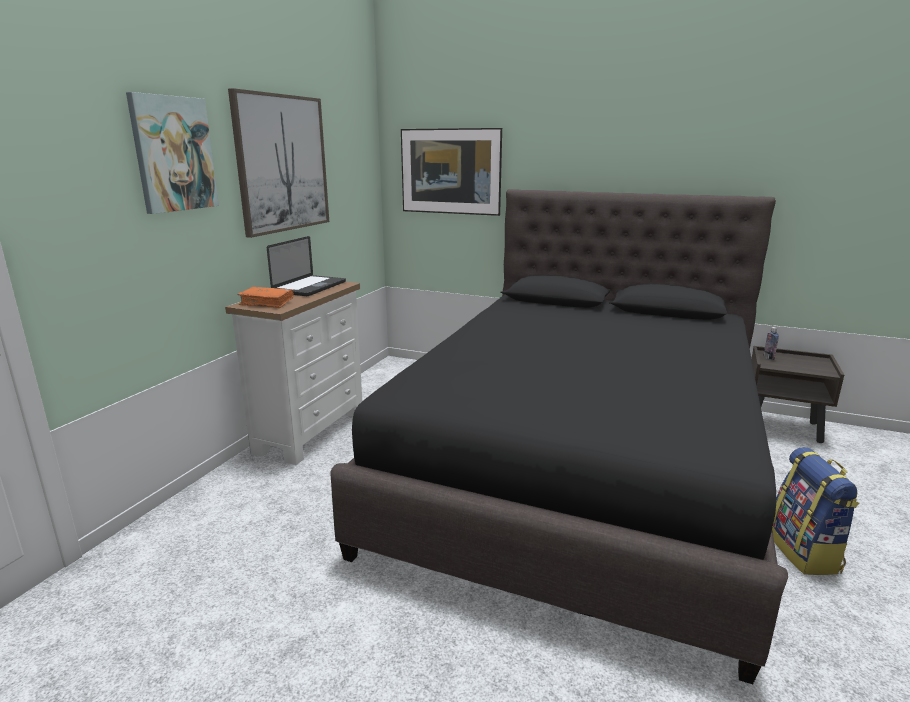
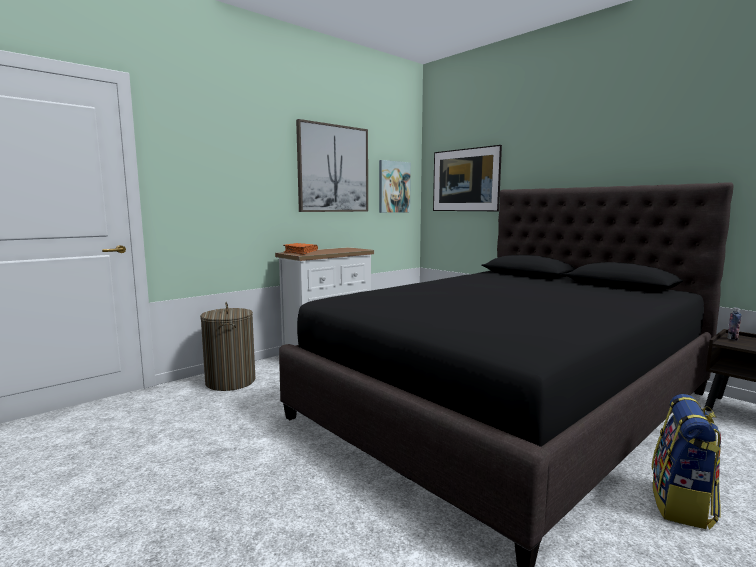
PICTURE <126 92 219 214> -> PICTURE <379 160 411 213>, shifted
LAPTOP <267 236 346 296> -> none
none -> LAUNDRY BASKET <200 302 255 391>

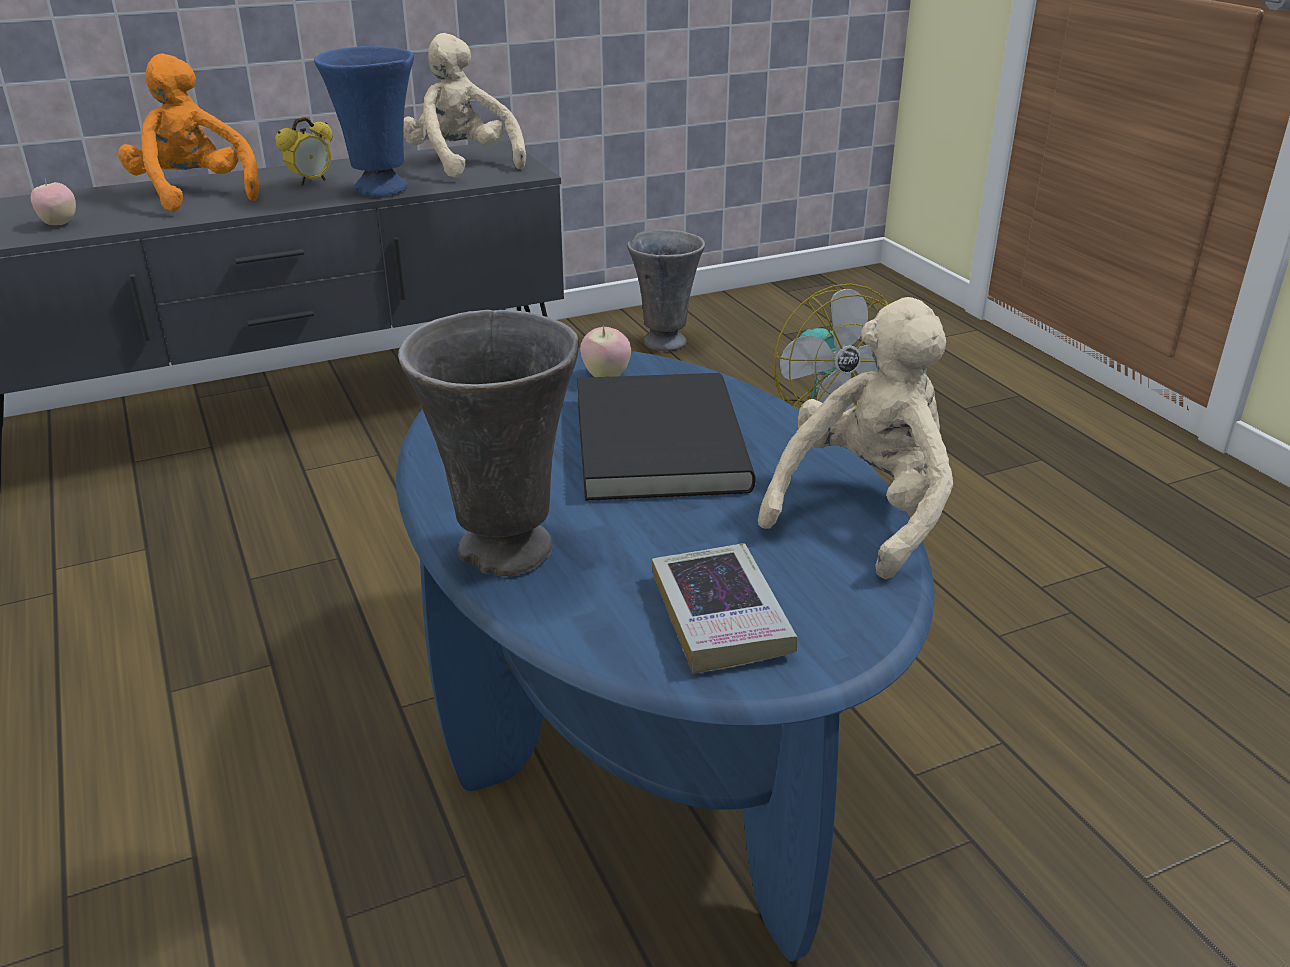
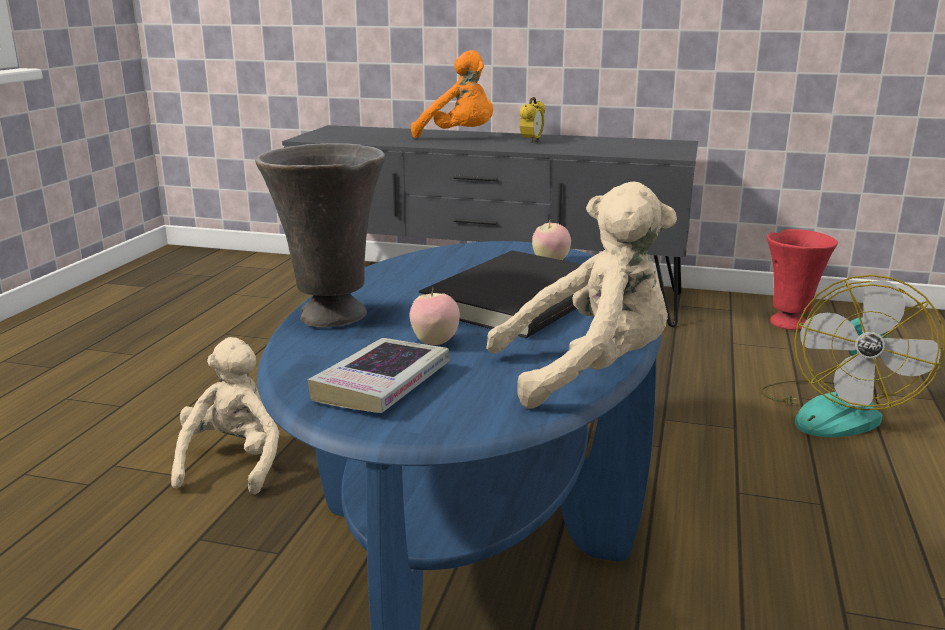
BEIGE PLUSH TOY <404 33 526 178> -> BEIGE PLUSH TOY <171 337 279 495>, shifted
BLUE VASE <314 46 414 197> -> none
ORANGE PLUSH TOY <118 53 259 212> -> ORANGE PLUSH TOY <411 50 493 138>, 120 degrees clockwise
ALARM CLOCK <275 117 333 185> -> ALARM CLOCK <520 97 545 143>, 60 degrees counterclockwise
APPLE <31 178 76 225> -> APPLE <409 288 460 345>, shifted
GREY VASE <627 229 705 351> -> RED VASE <767 229 838 330>

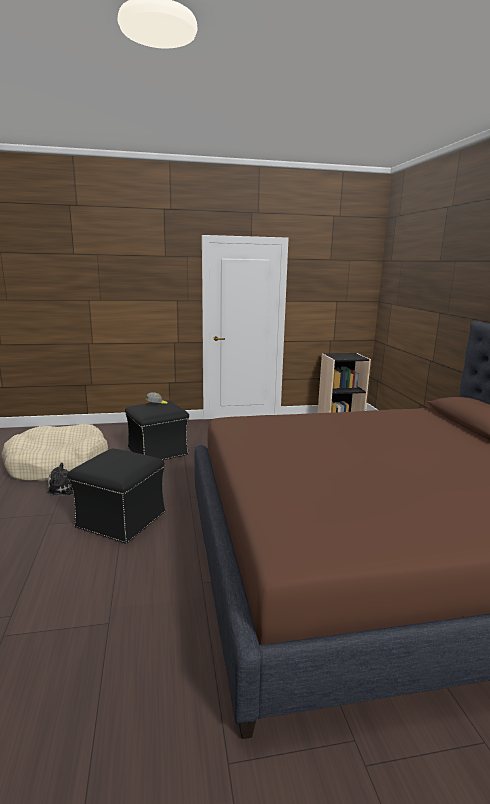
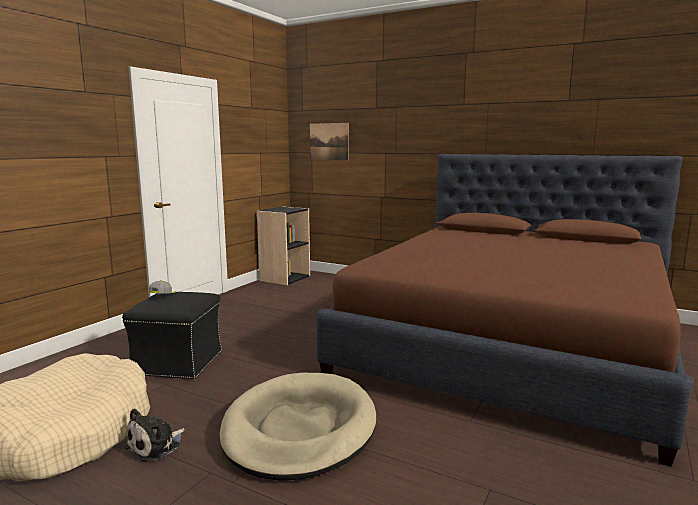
BLACK OTTOMAN <67 448 165 544> -> BEIGE DOG BED <219 373 376 480>
none -> PICTURE <310 123 349 160>

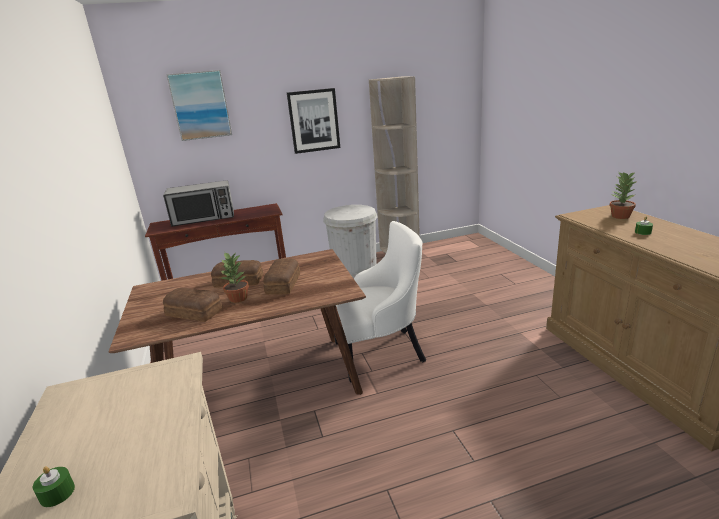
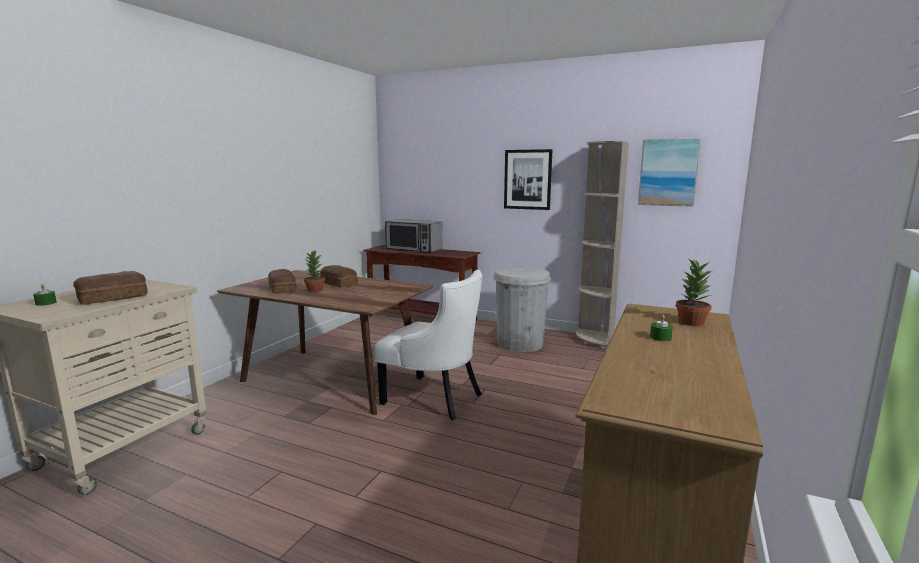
PICTURE <166 70 232 141> -> PICTURE <638 138 701 207>, shifted
BREAD <263 259 300 295> -> BREAD <73 271 147 305>, shifted

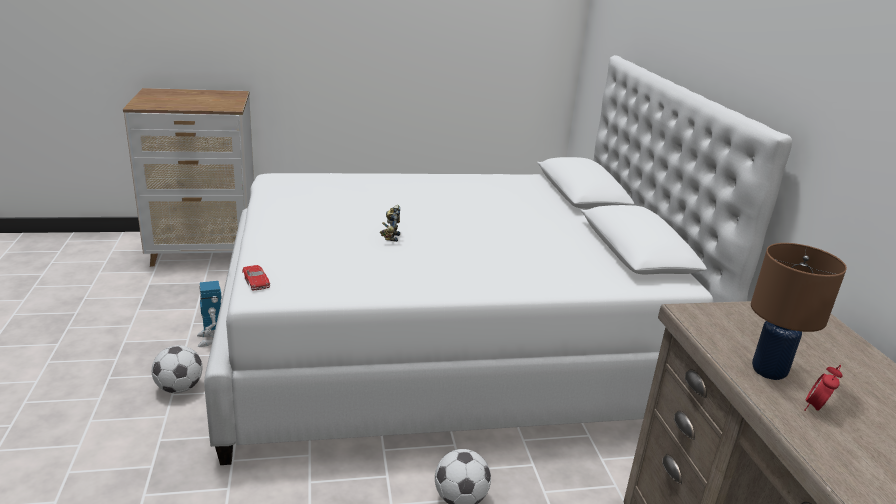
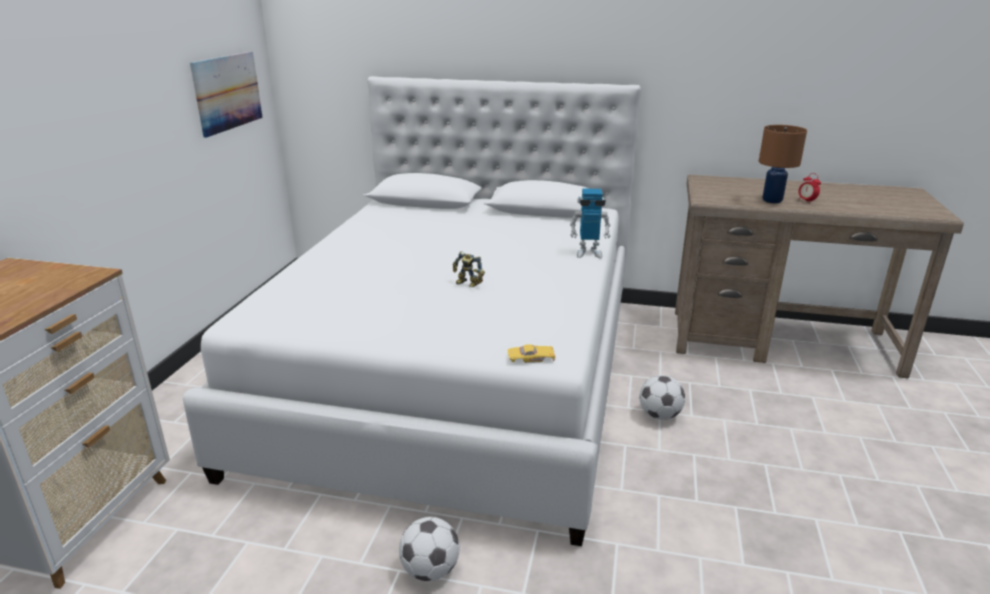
RED TOY CAR <242 265 270 290> -> YELLOW TOY CAR <508 344 556 363>
TOY ROBOT <197 281 222 347> -> TOY ROBOT <570 189 610 259>, shifted
none -> PICTURE <190 51 263 138>

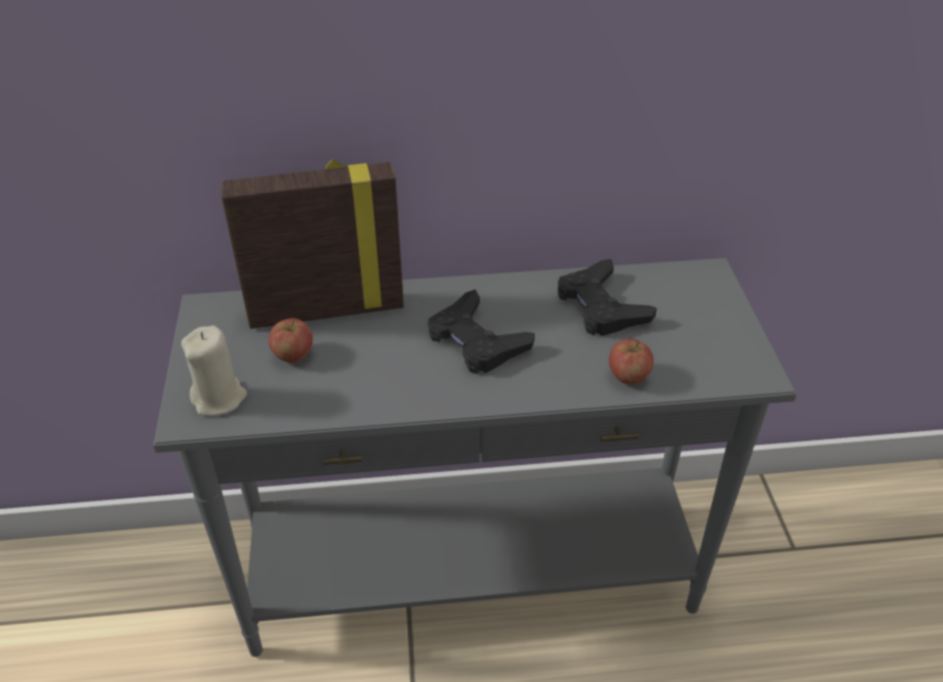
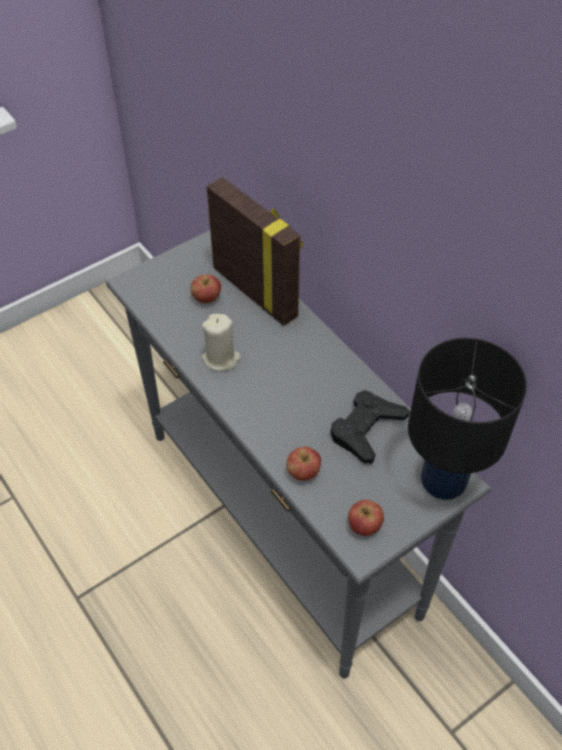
BLACK GAME CONTROLLER <428 289 535 374> -> none
BEIGE CANDLE <181 325 247 416> -> BEIGE CANDLE <202 314 241 371>, shifted
none -> BLACK TABLE LAMP <408 338 527 500>
none -> APPLE <348 500 384 536>

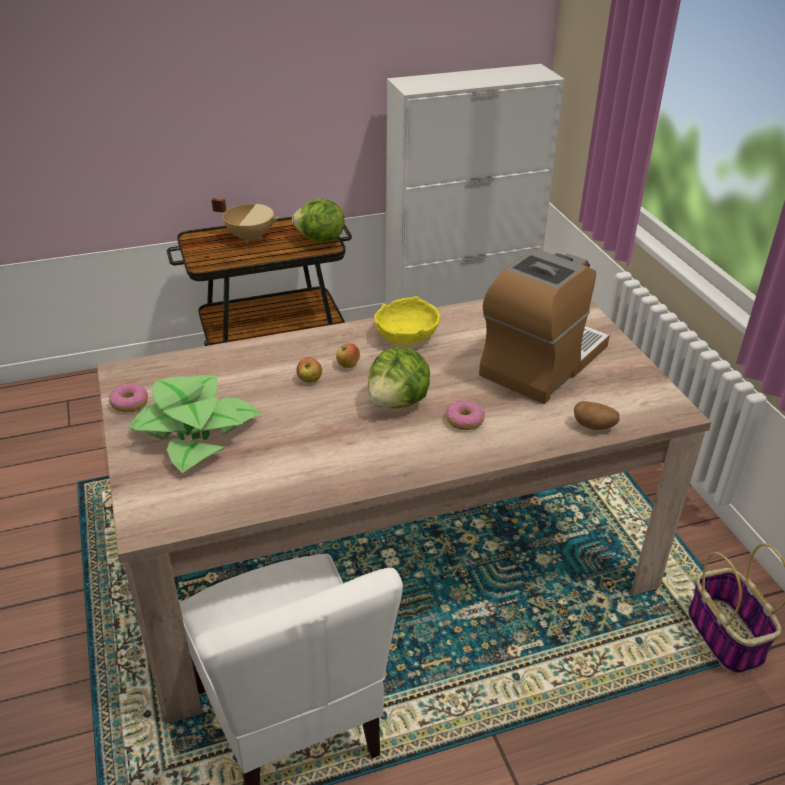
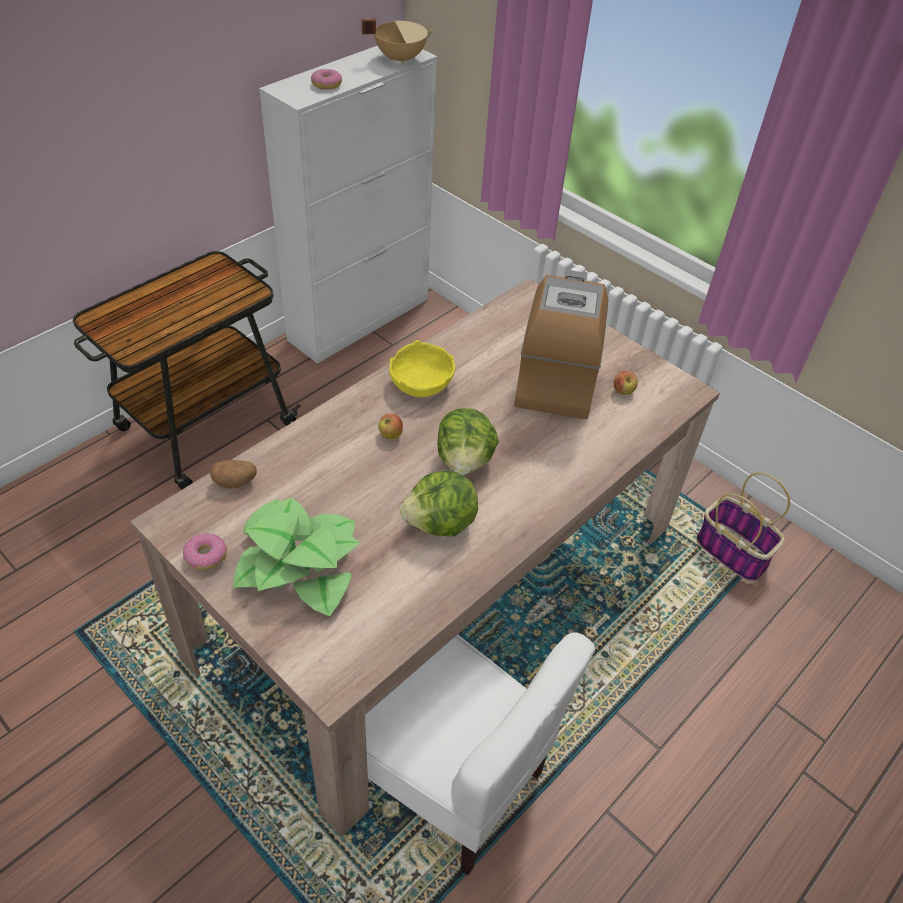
BEIGE COOKING POT <212 198 279 243> -> BEIGE COOKING POT <361 18 434 65>, shifted
LETTUCE <292 199 345 242> -> LETTUCE <399 470 478 536>, shifted
APPLE <296 357 322 383> -> APPLE <614 371 638 394>, shifted
DONUT <446 401 485 430> -> DONUT <311 69 342 90>, shifted
POTATO <574 401 620 430> -> POTATO <210 460 257 489>, shifted

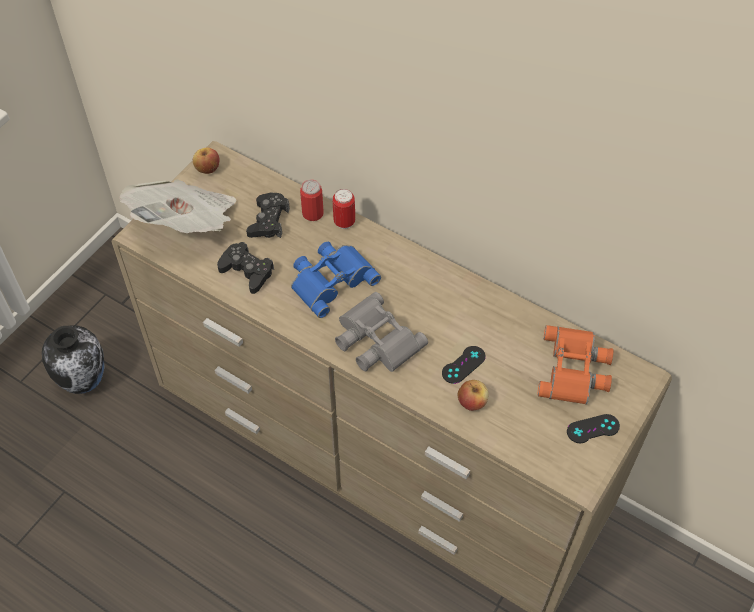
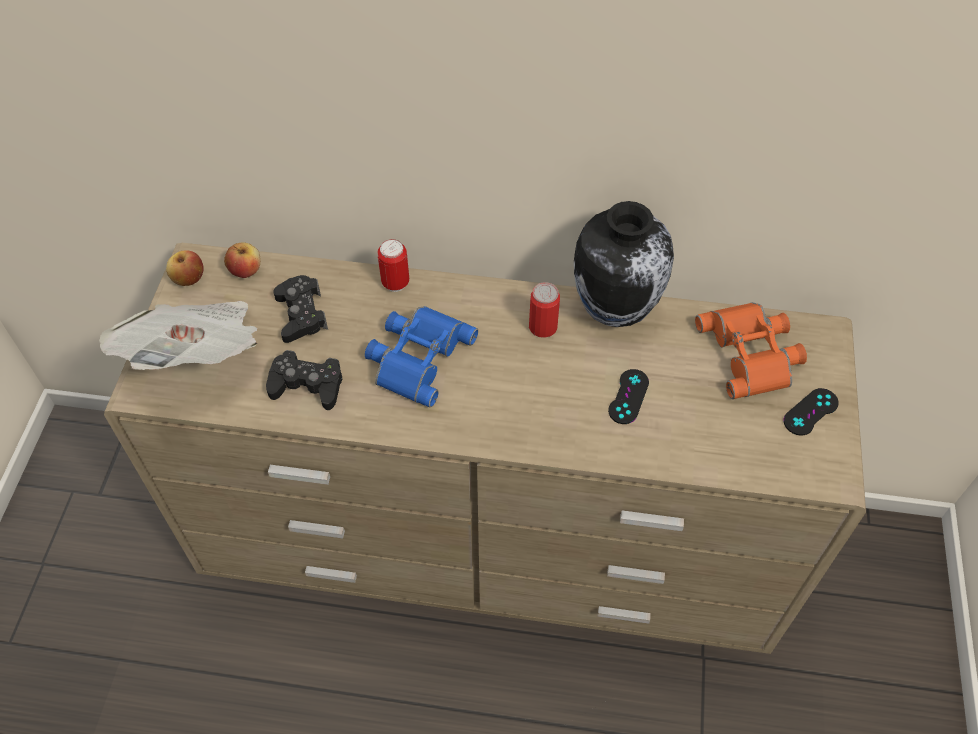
CAN <300 179 324 221> -> CAN <529 282 560 338>, shifted
GREY BINOCULARS <335 292 428 372> -> none
VASE <42 325 105 394> -> VASE <574 201 674 327>, shifted
APPLE <457 380 489 411> -> APPLE <224 242 261 278>, shifted

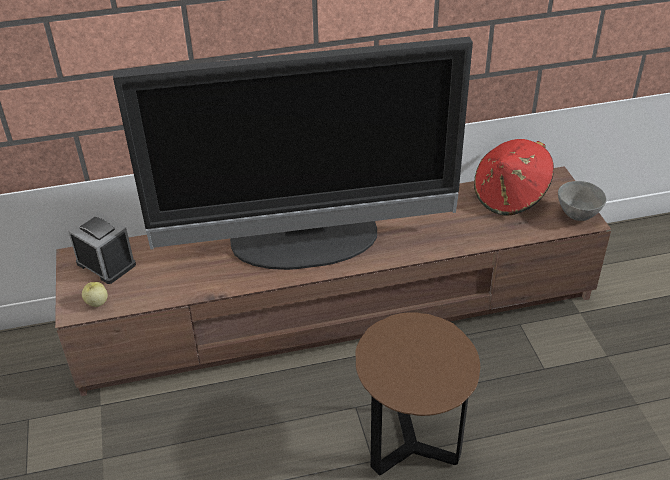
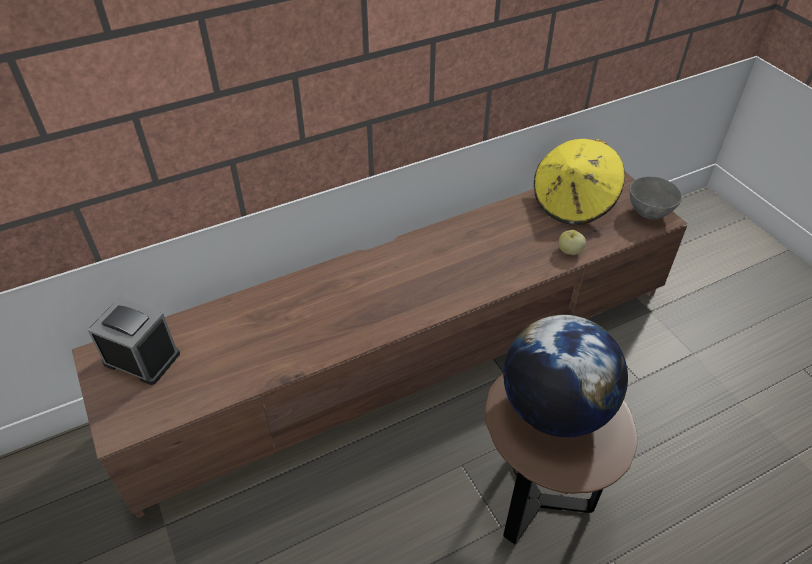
TELEVISION <113 37 473 270> -> none
RED HAT <474 139 554 216> -> YELLOW HAT <534 139 625 225>
APPLE <82 282 108 307> -> APPLE <559 230 586 255>, shifted
none -> GLOBE <503 315 628 437>

